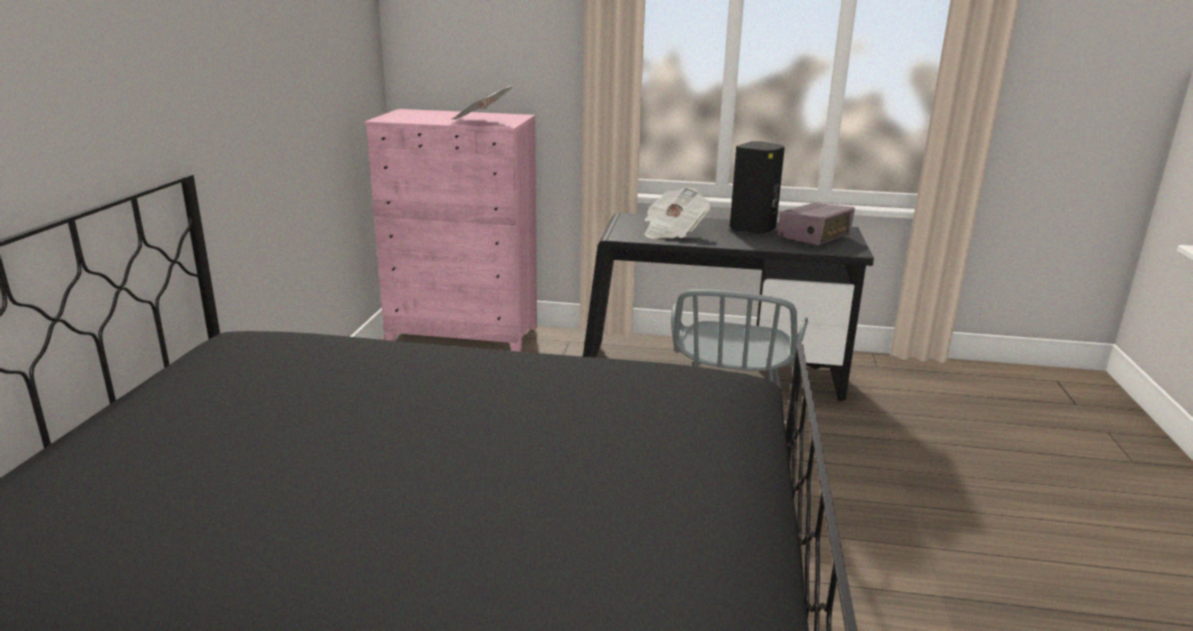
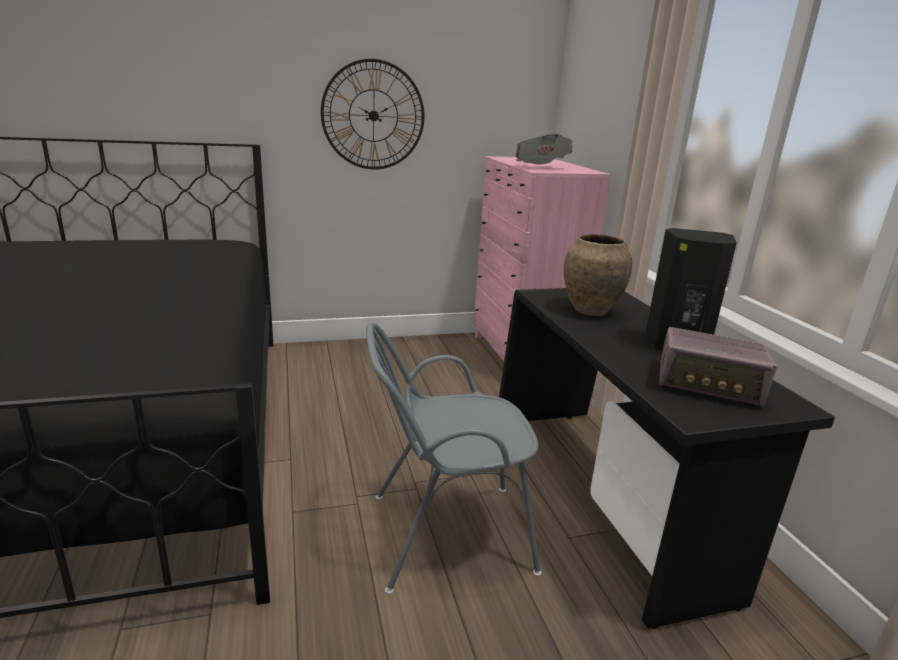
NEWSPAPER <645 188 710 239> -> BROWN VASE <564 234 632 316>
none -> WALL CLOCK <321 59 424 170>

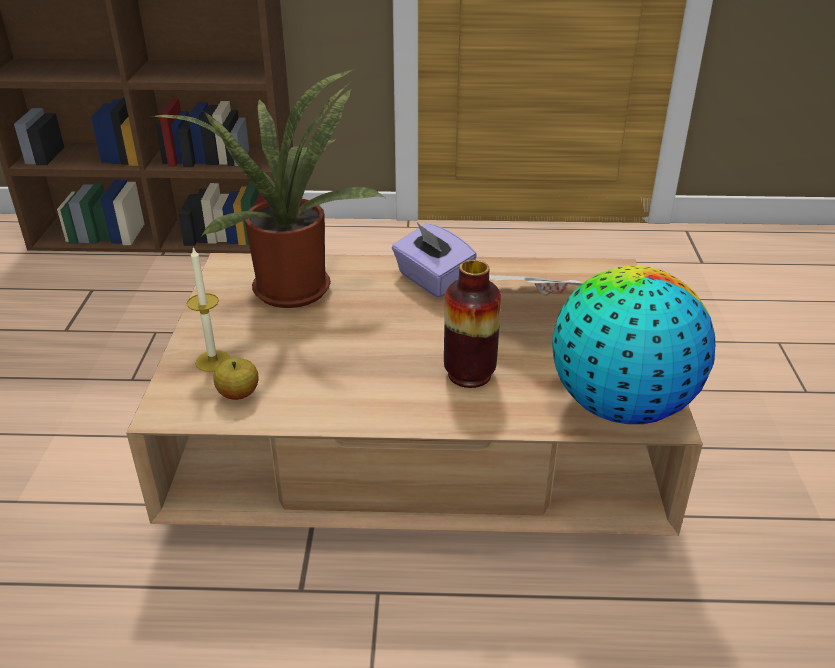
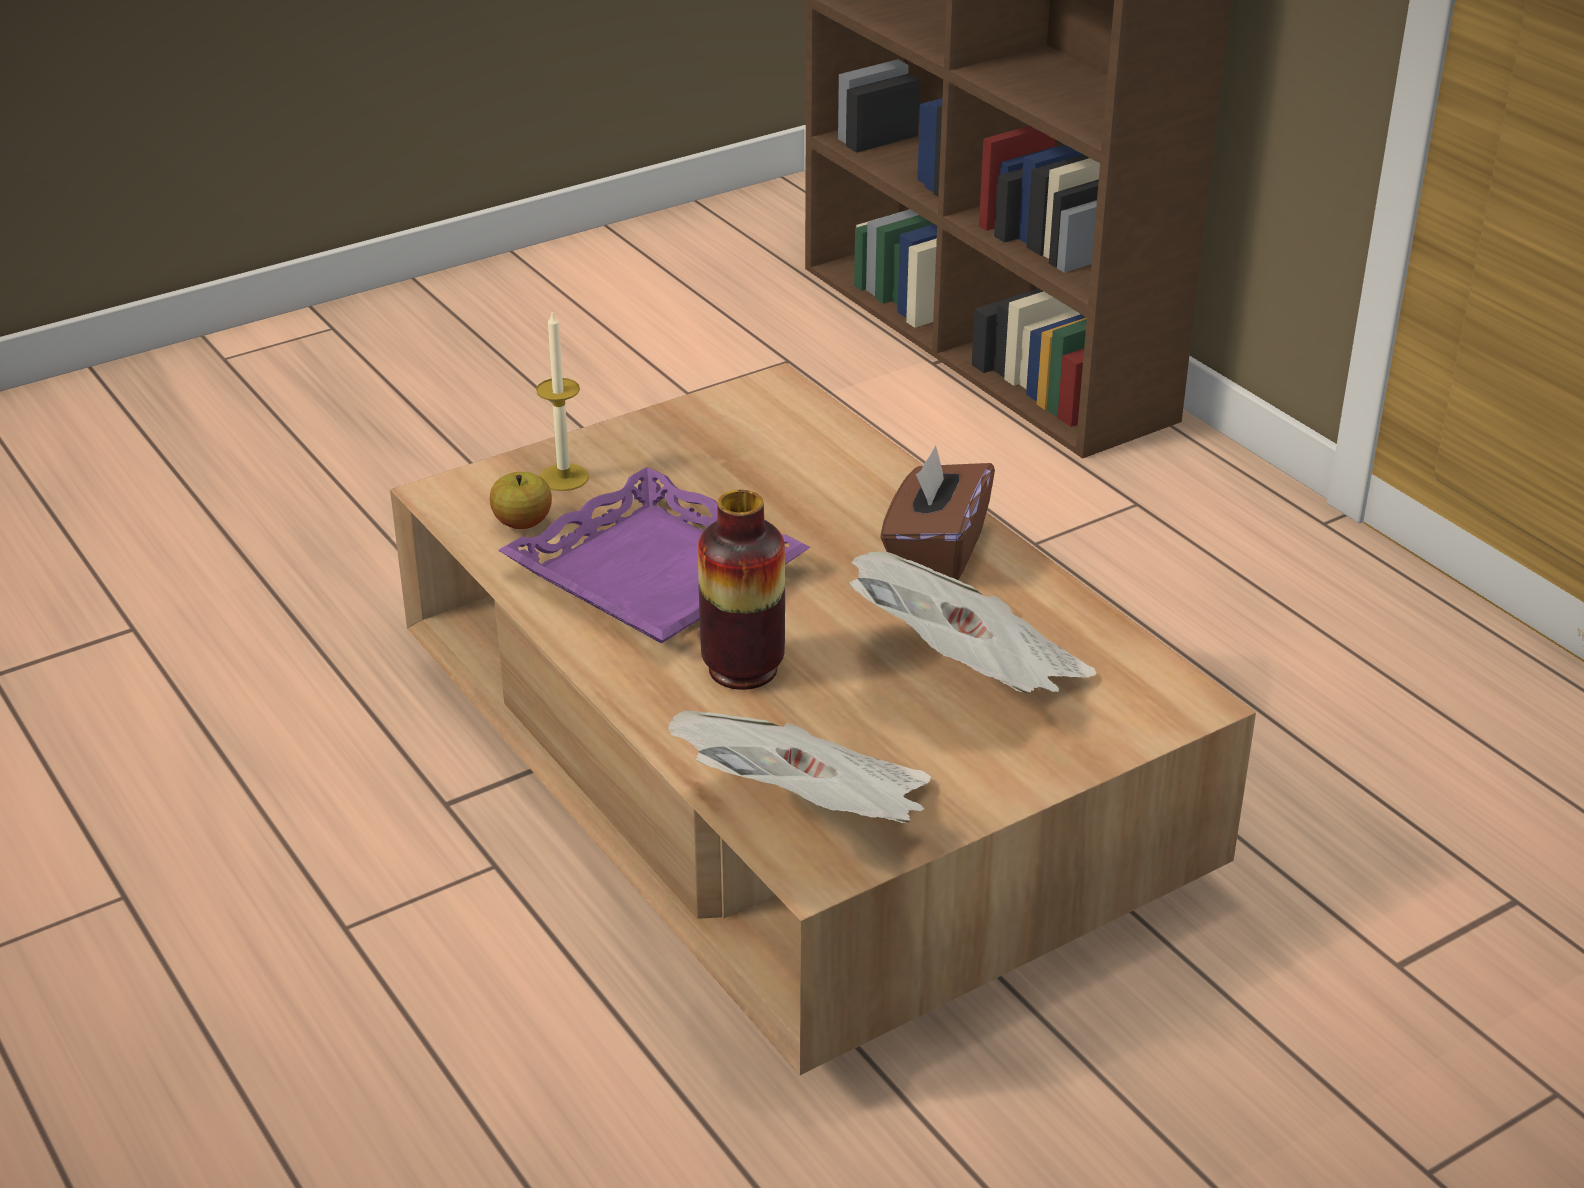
POTTED PLANT <150 69 385 308> -> none
PURPLE TISSUE BOX <392 223 477 298> -> BROWN TISSUE BOX <880 445 995 580>
GLOBE <552 266 715 424> -> NEWSPAPER <668 711 931 823>
none -> PURPLE TRAY <498 467 810 643>

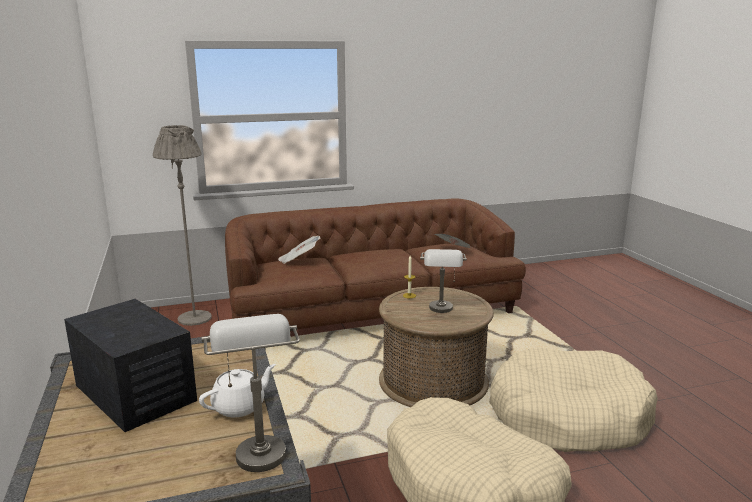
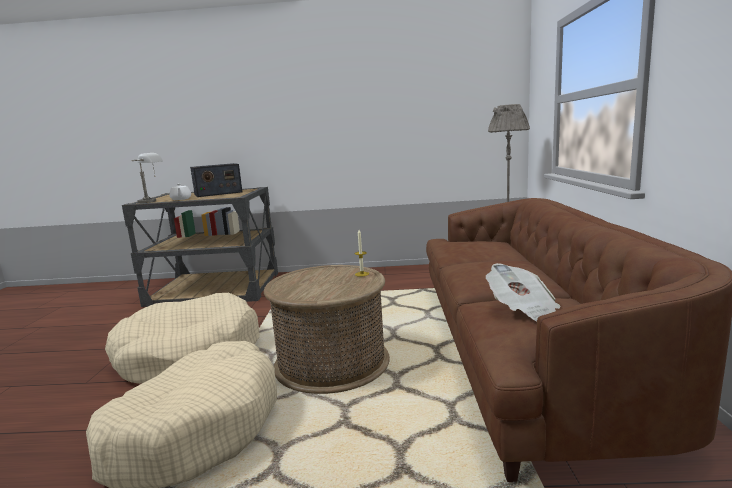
NEWSPAPER <278 236 320 264> -> none
GREY TABLE LAMP <420 249 467 313> -> none

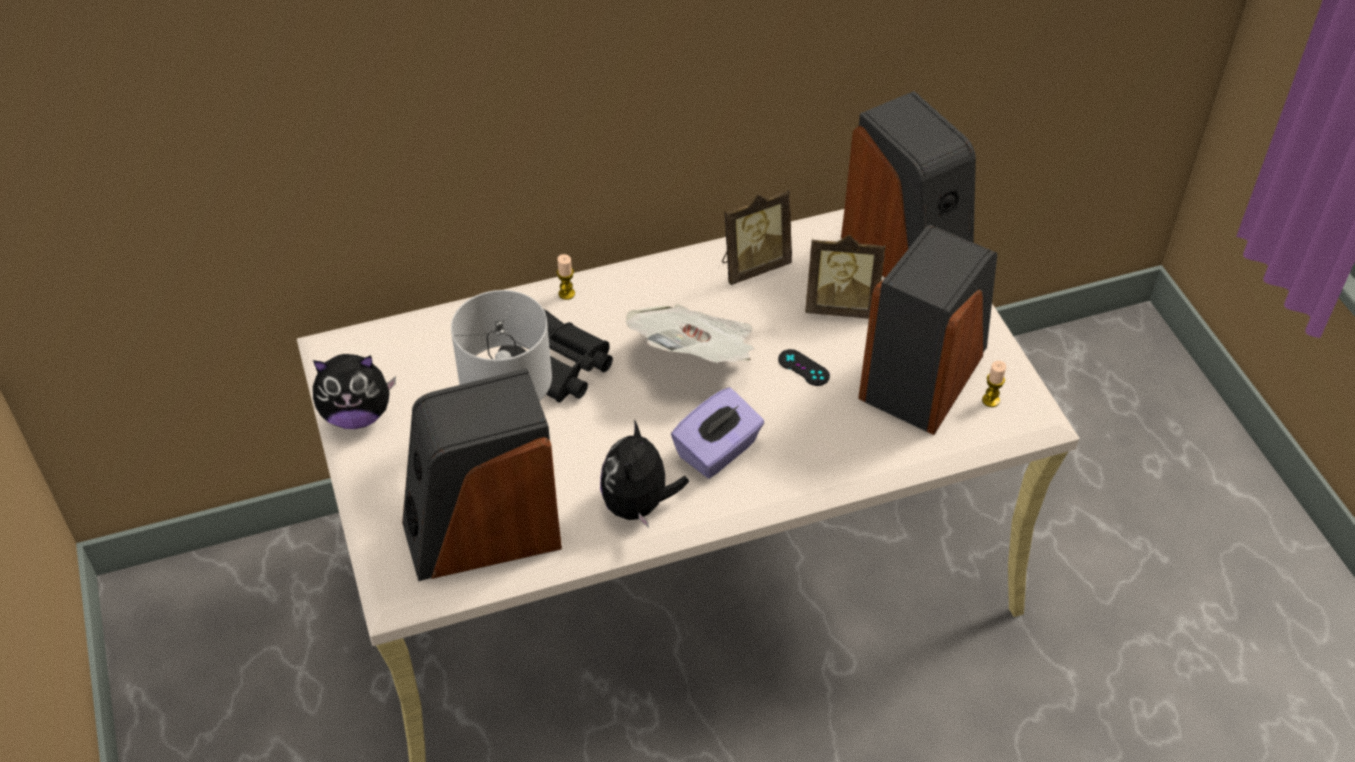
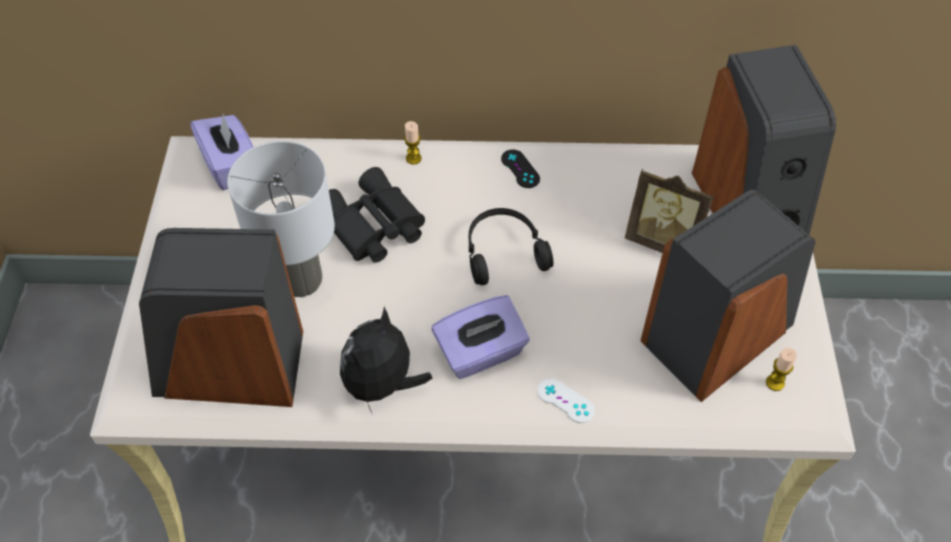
PICTURE FRAME <722 190 792 285> -> none
NEWSPAPER <626 304 755 363> -> BLACK HEADPHONES <469 208 553 285>
BLACK GAME CONTROLLER <778 349 830 386> -> BLACK GAME CONTROLLER <501 149 540 188>, shifted
PLUSH TOY <313 354 396 429> -> none
none -> PURPLE TISSUE BOX <190 113 253 190>
none -> WHITE GAME CONTROLLER <537 379 595 423>

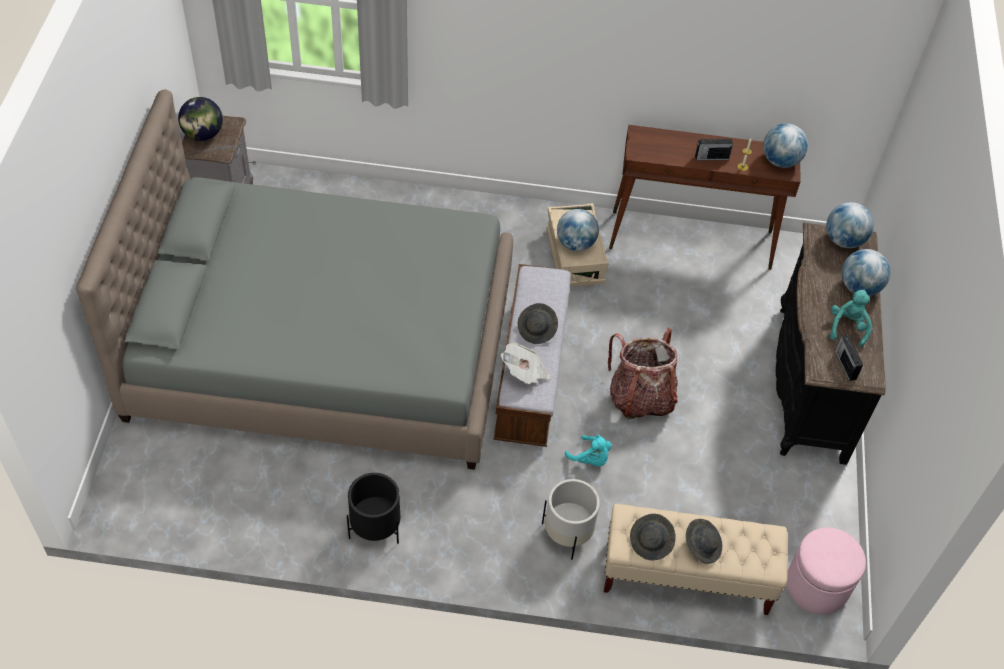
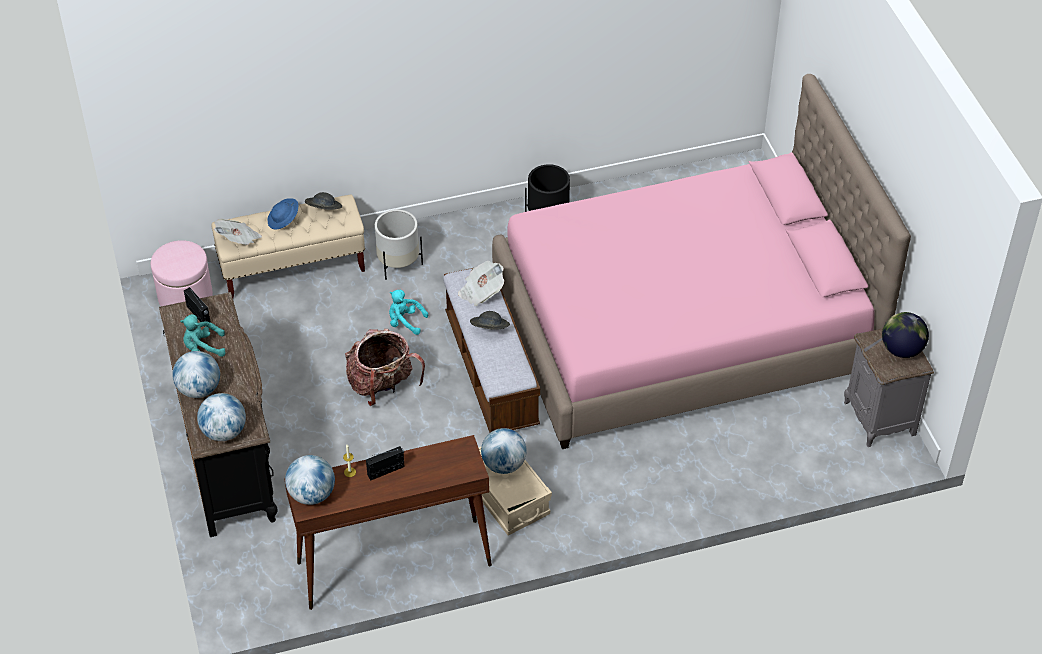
GREY BED <76 89 513 470> -> PINK BED <492 74 911 449>
TURQUOISE PLUSH TOY <830 289 872 348> -> TURQUOISE PLUSH TOY <180 314 226 357>, 90 degrees clockwise
GREY HAT <686 519 722 564> -> BLUE HAT <268 198 299 230>
none -> NEWSPAPER <214 219 262 245>

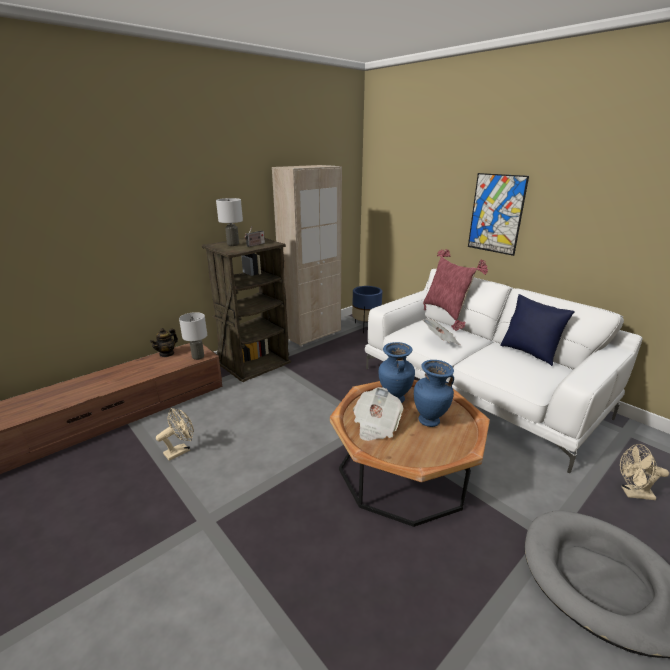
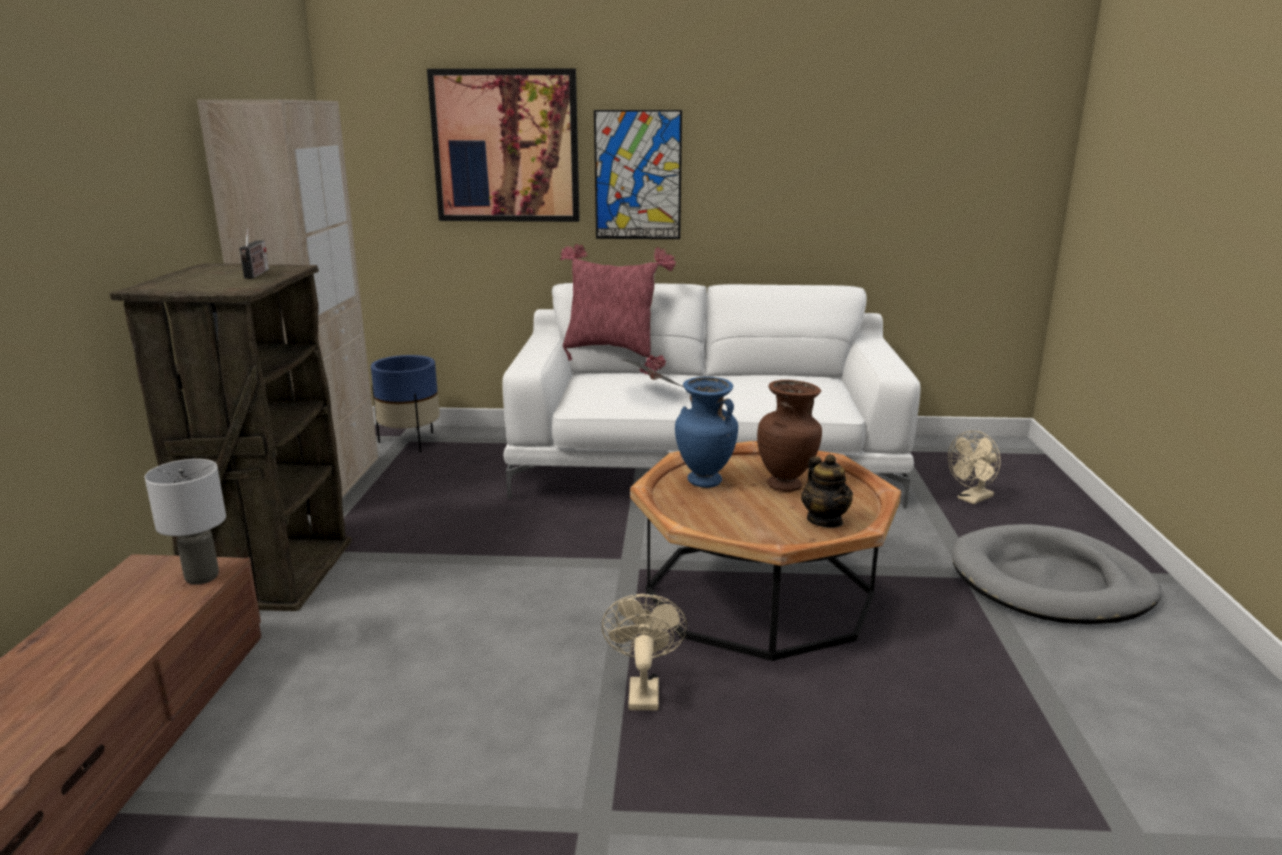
WHITE TABLE LAMP <216 198 243 246> -> none
BLUE PILLOW <500 294 575 366> -> none
TEAPOT <150 328 178 357> -> TEAPOT <801 454 853 528>, shifted
BLUE VASE <414 360 454 427> -> BROWN VASE <757 380 822 492>
NEWSPAPER <353 387 403 441> -> none
BEIGE FAN <156 408 194 461> -> BEIGE FAN <601 594 687 710>, shifted
none -> PICTURE <427 68 580 222>

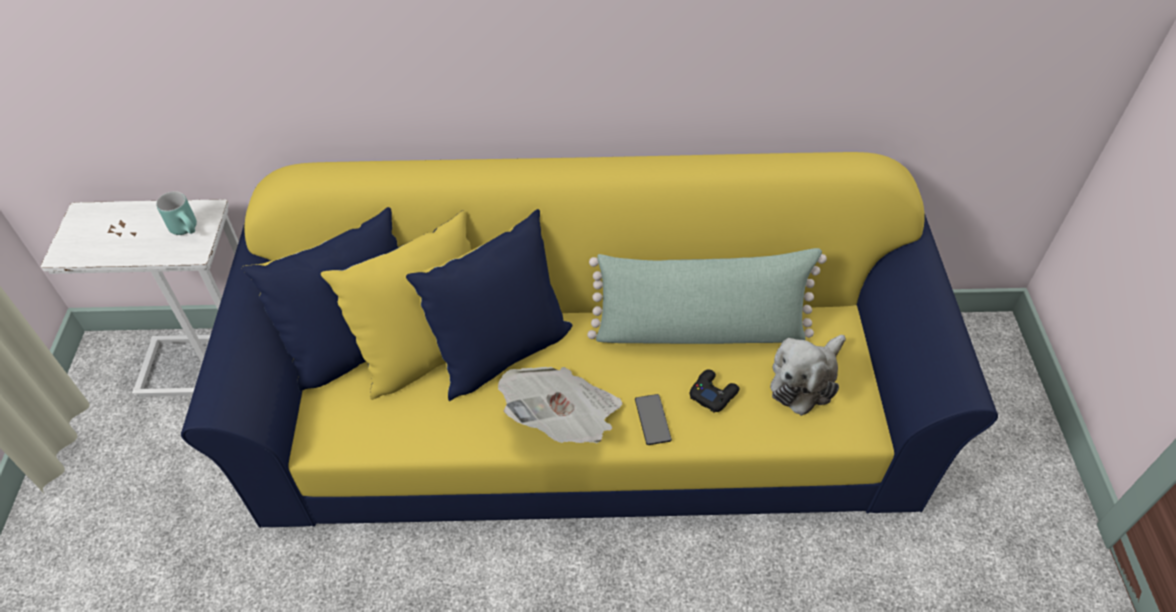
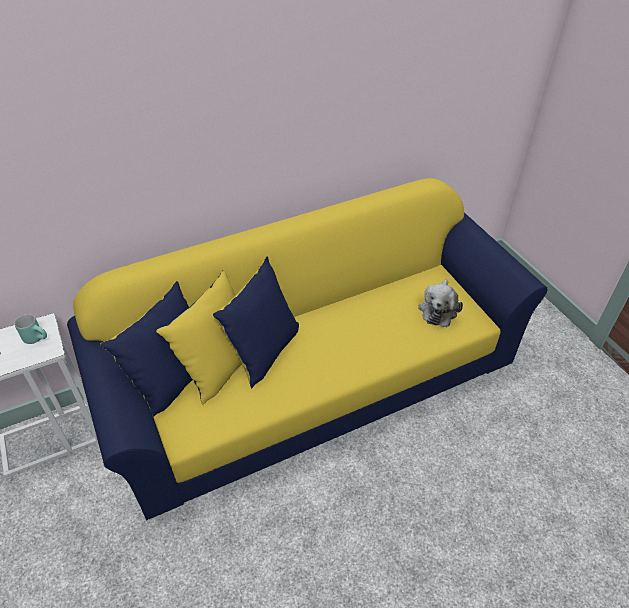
GREEN PILLOW <587 248 827 344> -> none
NEWSPAPER <498 367 622 443> -> none
BLACK GAME CONTROLLER <690 369 739 412> -> none
PHONE <635 394 672 445> -> none

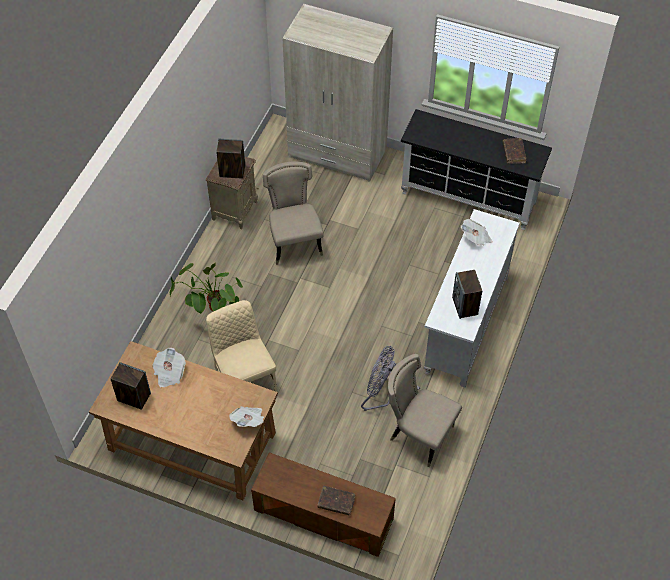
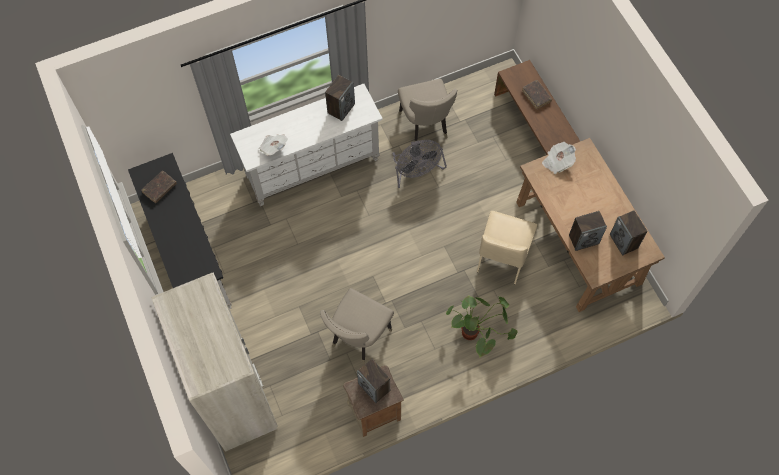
NEWSPAPER <152 348 186 387> -> SPEAKER <569 211 607 251>

